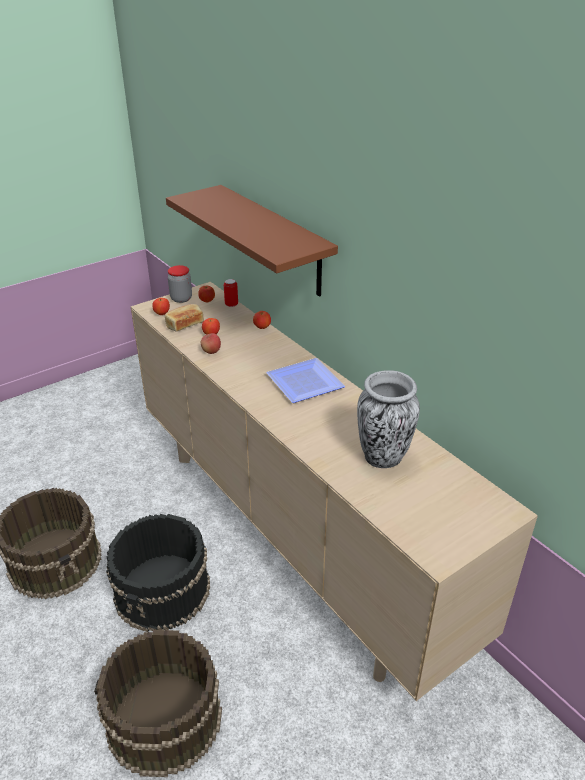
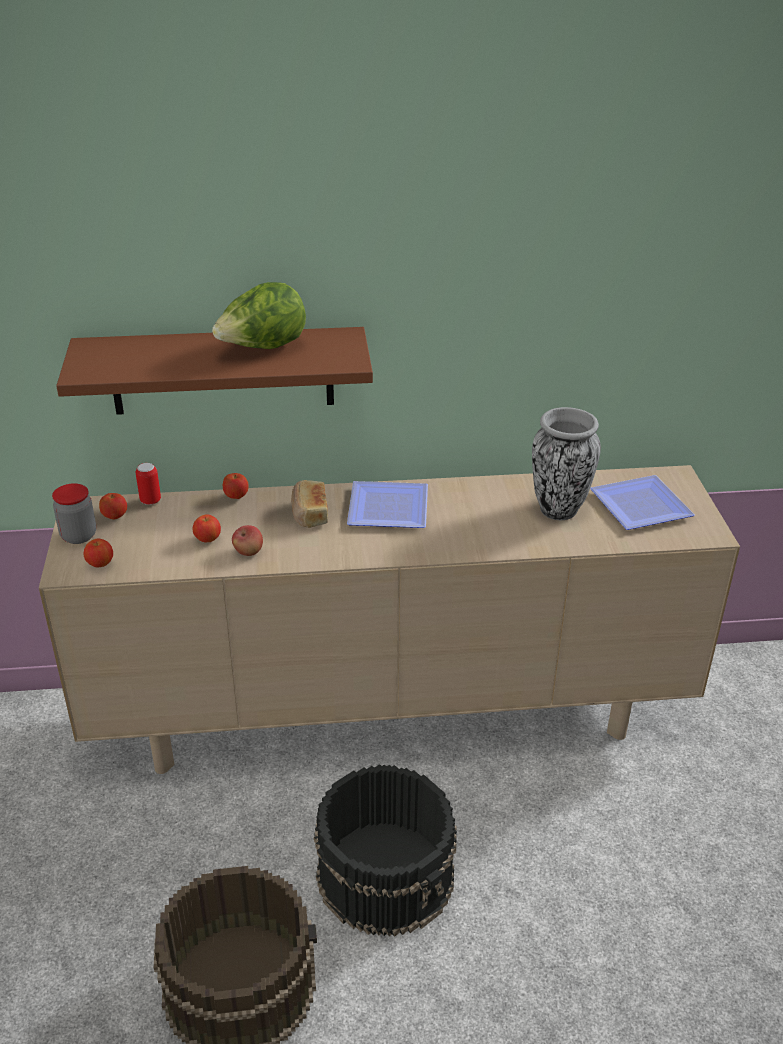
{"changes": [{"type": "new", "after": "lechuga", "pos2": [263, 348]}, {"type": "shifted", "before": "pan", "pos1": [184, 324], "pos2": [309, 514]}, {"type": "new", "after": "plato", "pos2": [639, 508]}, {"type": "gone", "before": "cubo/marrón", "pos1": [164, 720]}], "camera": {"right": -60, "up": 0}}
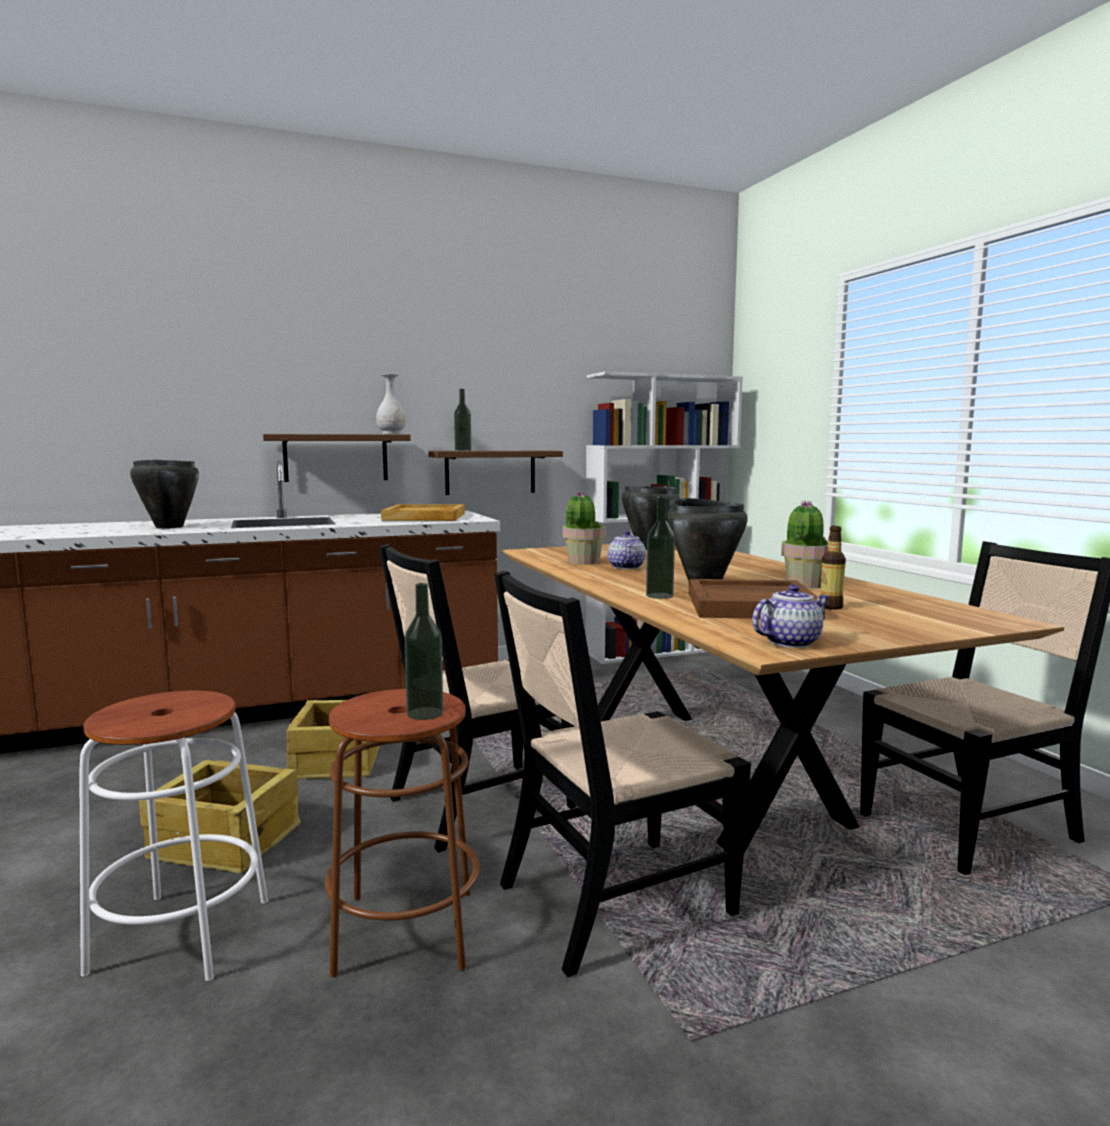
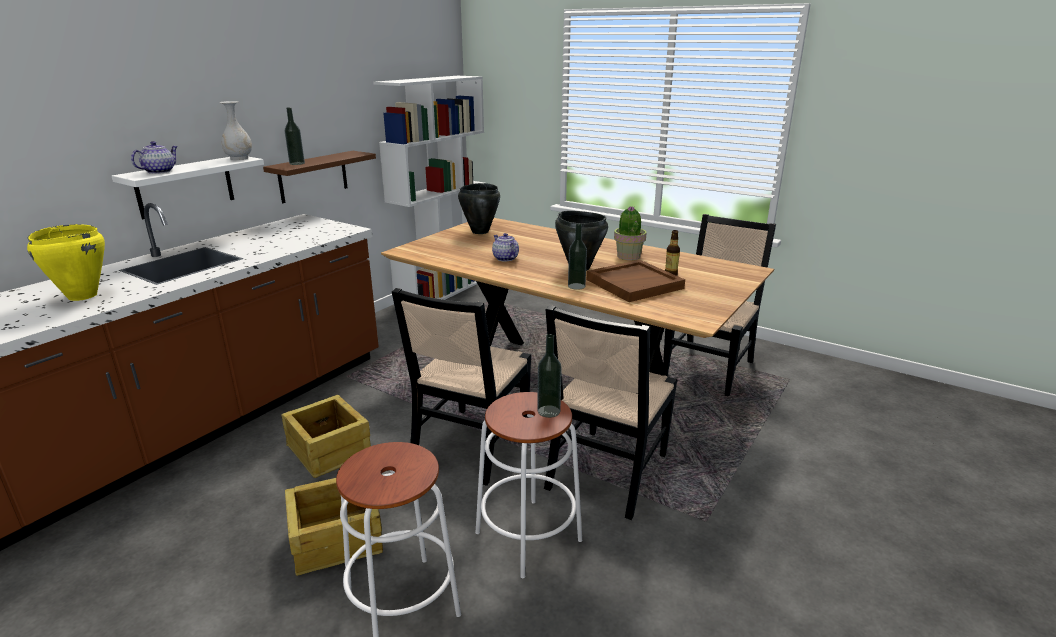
{"changes": [{"type": "repainted", "before": "olla/negro", "after": "olla/amarillo", "pos1": [168, 527], "pos2": [82, 296]}, {"type": "repainted", "before": "estante/marrón", "after": "estante/blanco", "pos1": [336, 457], "pos2": [185, 186]}, {"type": "shifted", "before": "tetera", "pos1": [790, 642], "pos2": [160, 171]}, {"type": "repainted", "before": "taburete/marrón", "after": "taburete/blanco", "pos1": [405, 931], "pos2": [528, 536]}, {"type": "gone", "before": "bandeja/beis", "pos1": [425, 517]}, {"type": "gone", "before": "planta en maceta", "pos1": [583, 562]}], "camera": {"right": -35, "up": 15}}
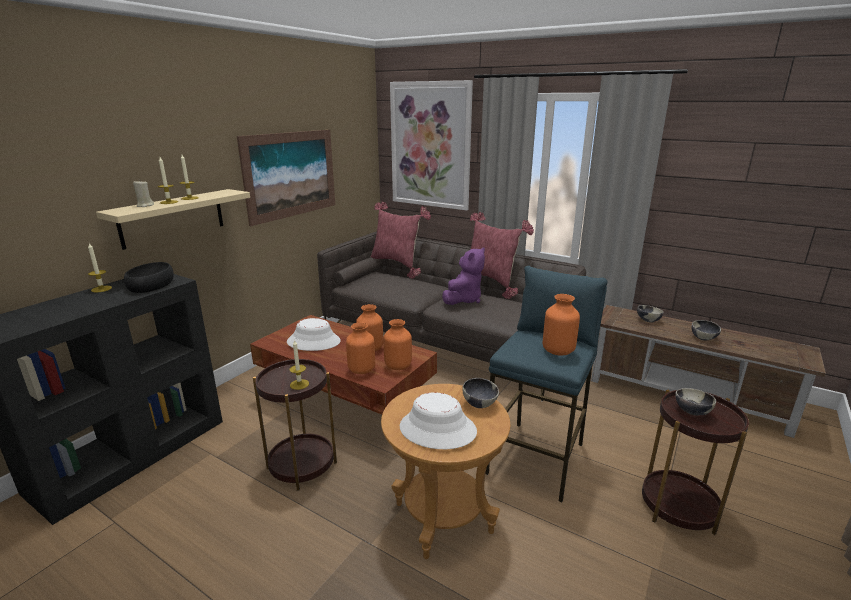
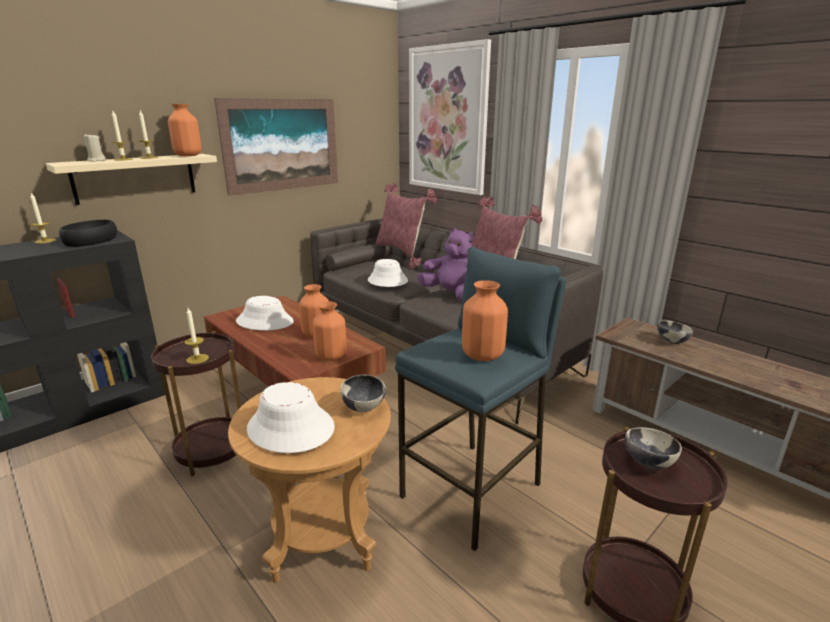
{"changes": [{"type": "shifted", "before": "florero/naranja", "pos1": [362, 370], "pos2": [188, 155]}, {"type": "new", "after": "sombrero/blanco", "pos2": [387, 281]}, {"type": "rotated", "before": "peluche/morado", "pos1": [464, 299], "pos2": [451, 295], "turn": -105}, {"type": "gone", "before": "cuenco", "pos1": [703, 338]}], "camera": {"right": 15, "up": 0}}
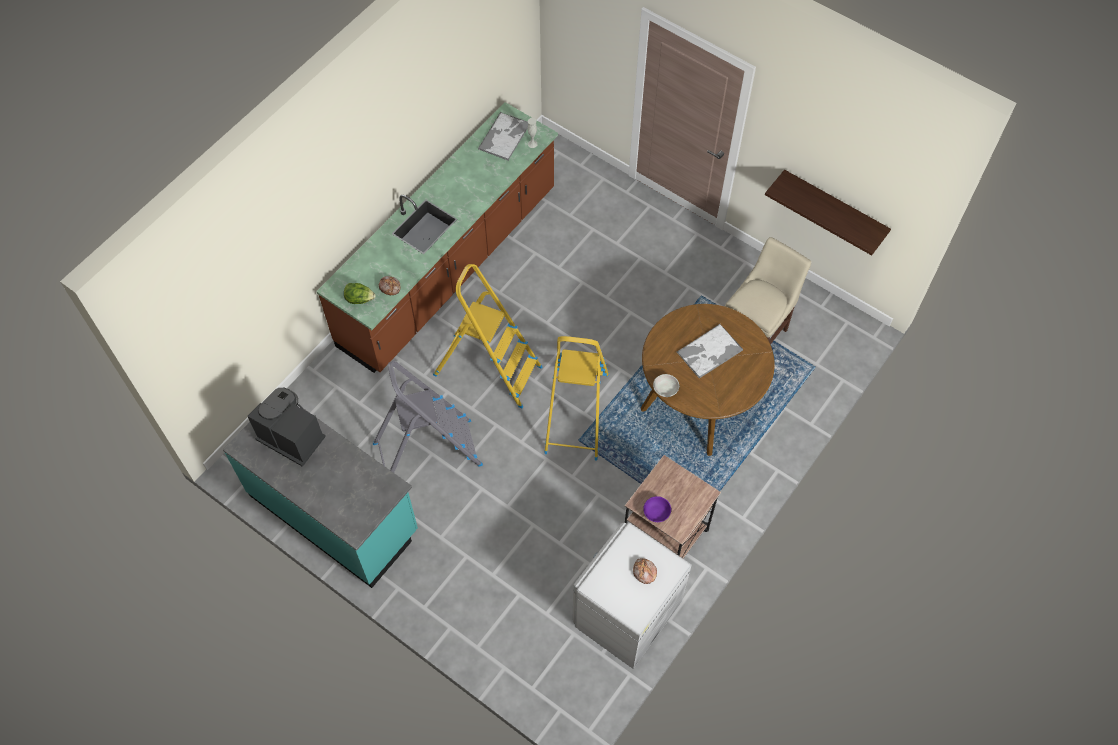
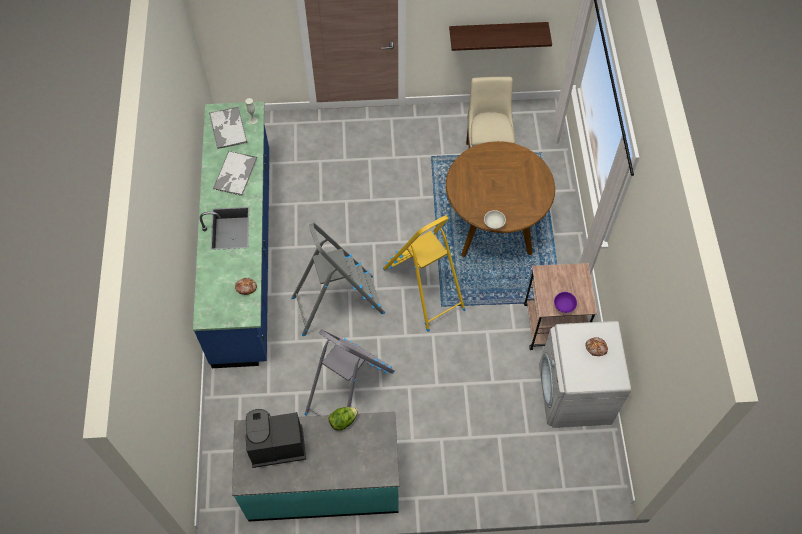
{"changes": [{"type": "repainted", "before": "mueble bajo de cocina/marrón", "after": "mueble bajo de cocina/azul", "pos1": [449, 268], "pos2": [244, 254]}, {"type": "shifted", "before": "bandeja", "pos1": [709, 352], "pos2": [235, 174]}, {"type": "repainted", "before": "escalera de tijera/amarillo", "after": "escalera de tijera/gris", "pos1": [488, 371], "pos2": [338, 305]}, {"type": "shifted", "before": "lechuga", "pos1": [359, 299], "pos2": [343, 421]}], "camera": {"right": -40, "up": 0}}
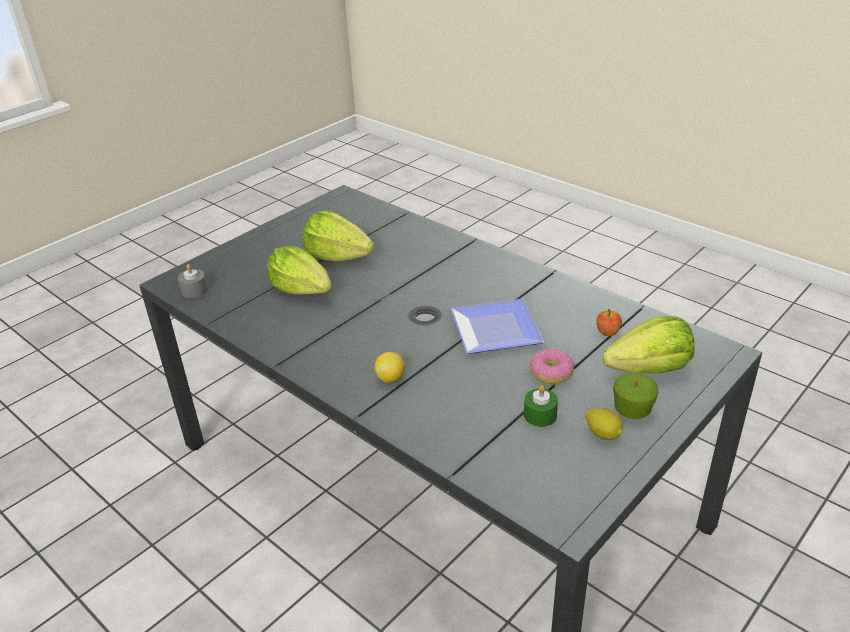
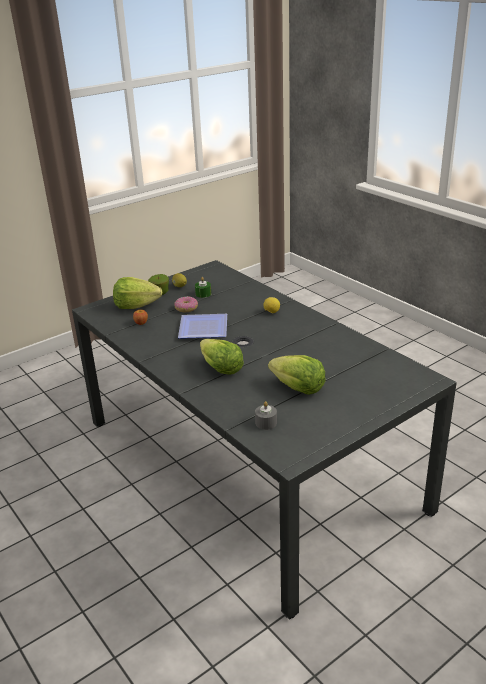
{"changes": [{"type": "shifted", "before": "lechuga", "pos1": [302, 289], "pos2": [220, 368]}, {"type": "shifted", "before": "vela/gris", "pos1": [194, 290], "pos2": [266, 422]}], "camera": {"right": -170, "up": -5}}
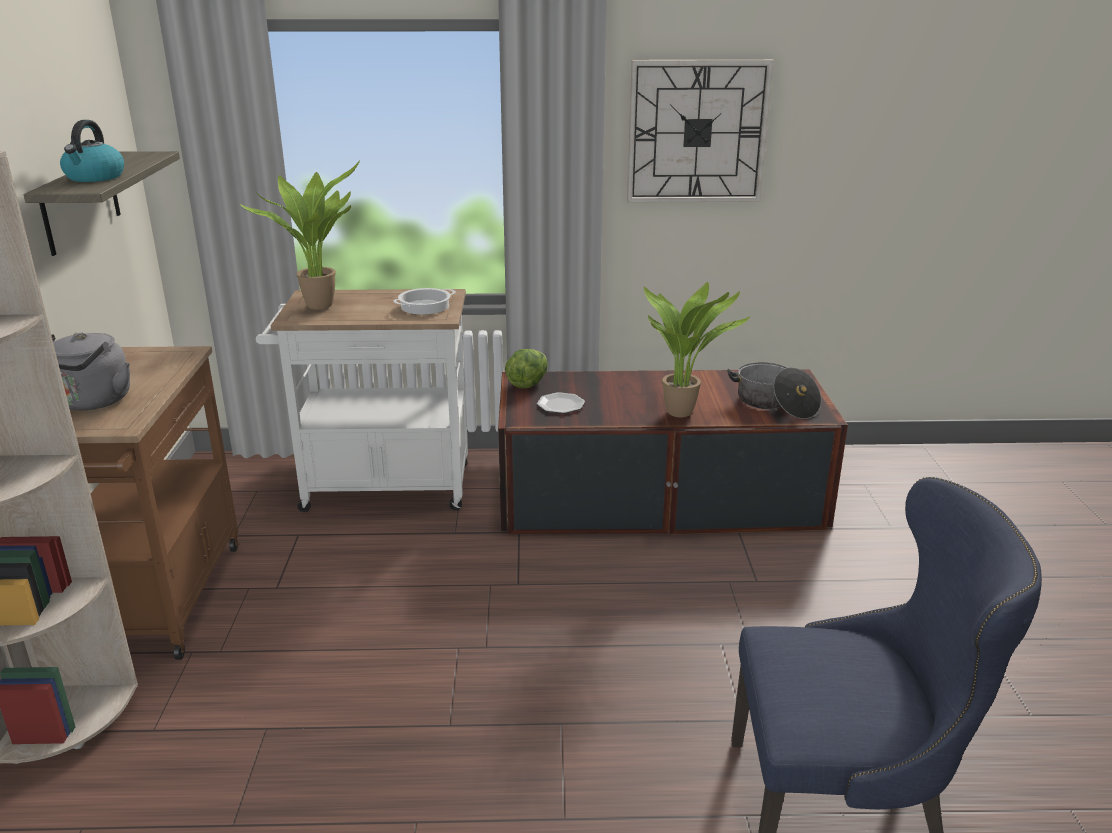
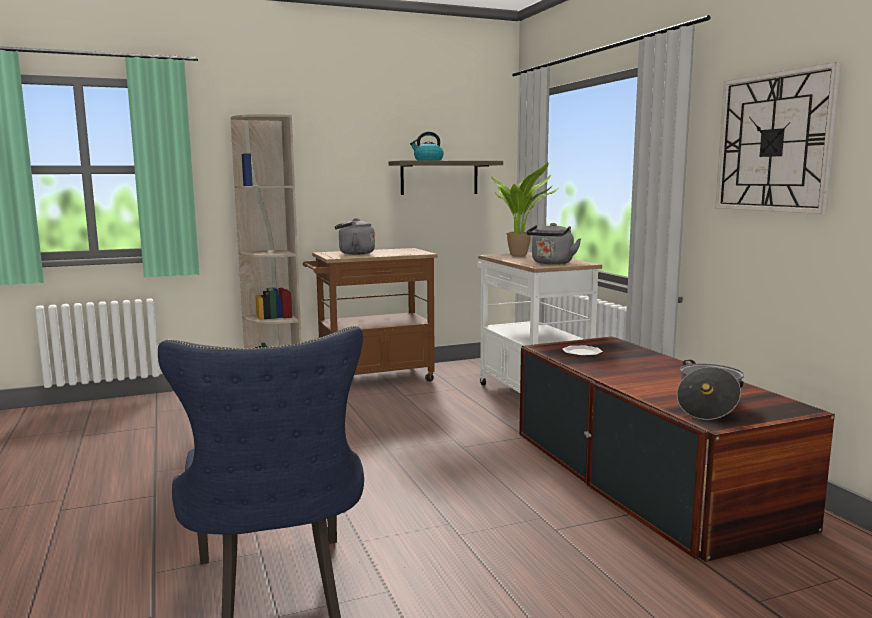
{"changes": [{"type": "swapped", "before": "olla", "after": "hervidor/gris", "pos1": [425, 307], "pos2": [551, 263]}, {"type": "gone", "before": "lechuga", "pos1": [528, 383]}, {"type": "gone", "before": "planta en maceta", "pos1": [684, 412]}], "camera": {"right": 70, "up": -15}}
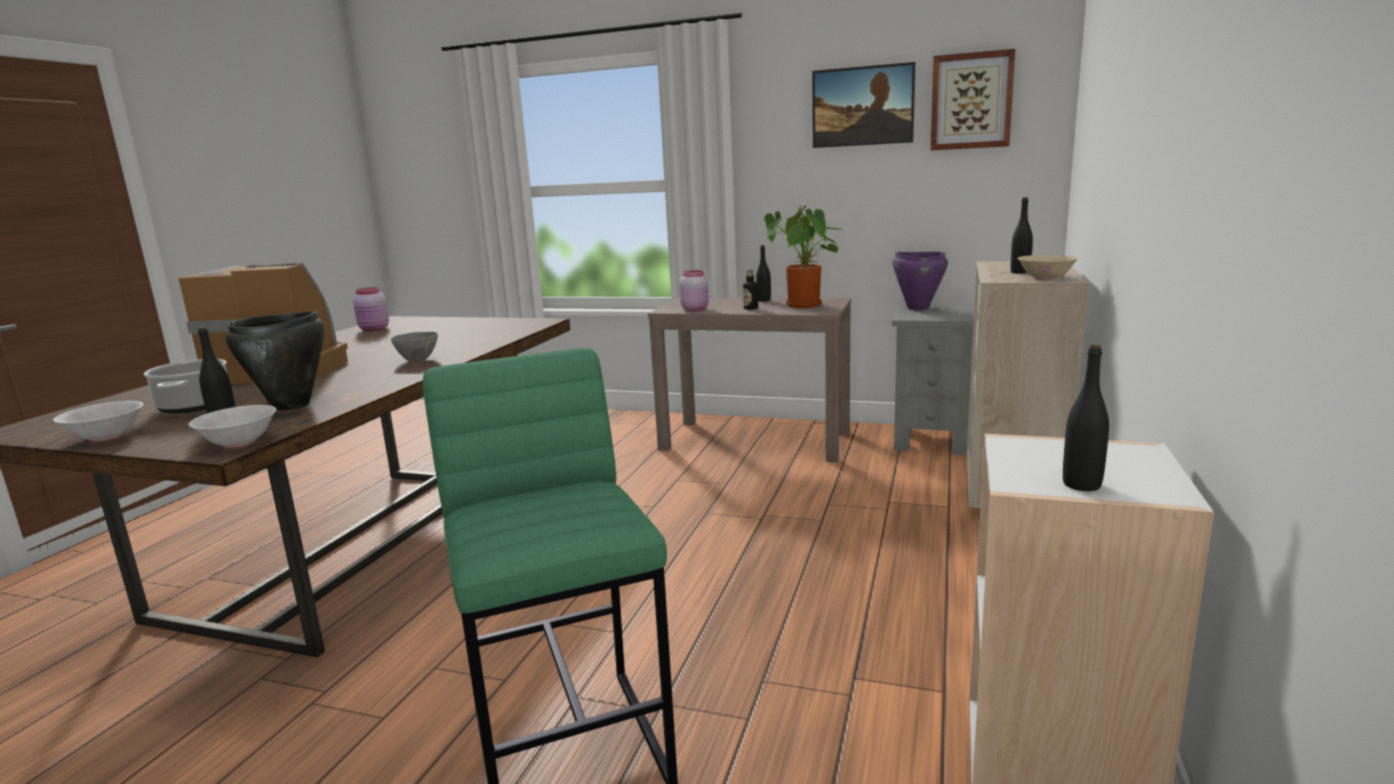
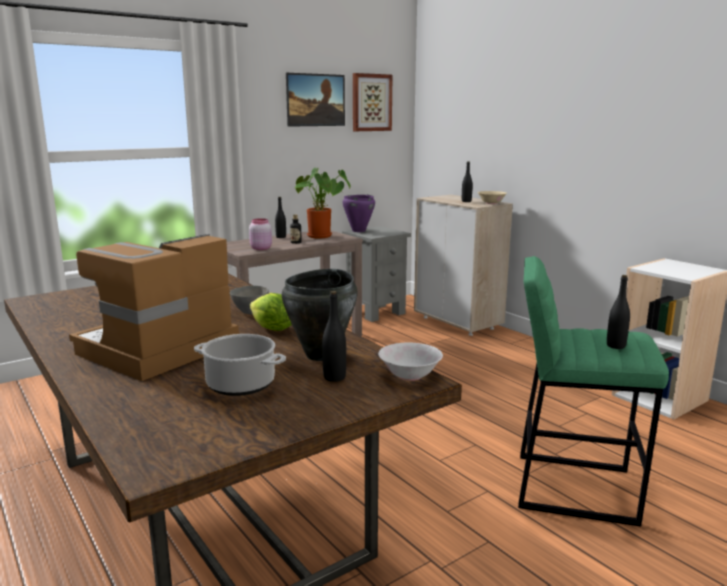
{"changes": [{"type": "new", "after": "lechuga", "pos2": [272, 329]}, {"type": "shifted", "before": "botella/negro", "pos1": [1081, 485], "pos2": [616, 346]}, {"type": "gone", "before": "cuenco/blanco", "pos1": [106, 437]}, {"type": "gone", "before": "tarro/rosa", "pos1": [374, 329]}], "camera": {"right": -55, "up": 0}}
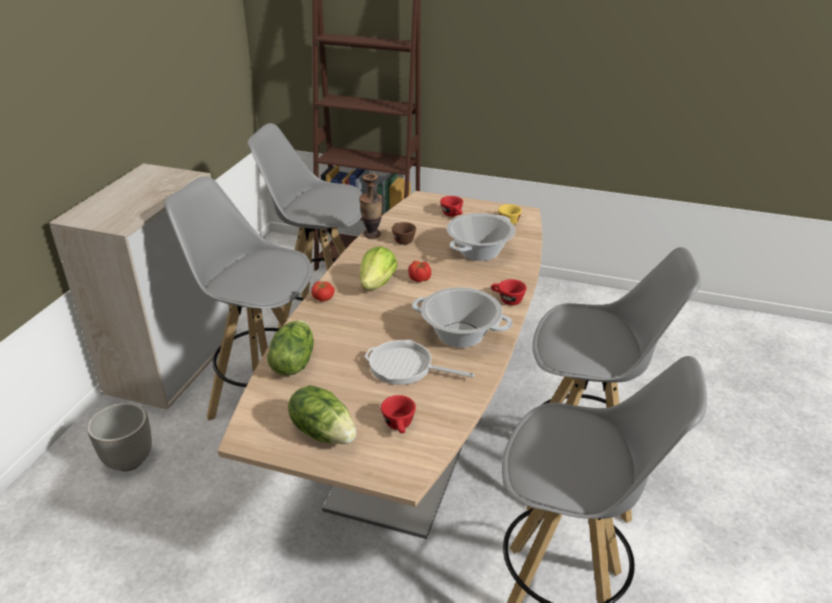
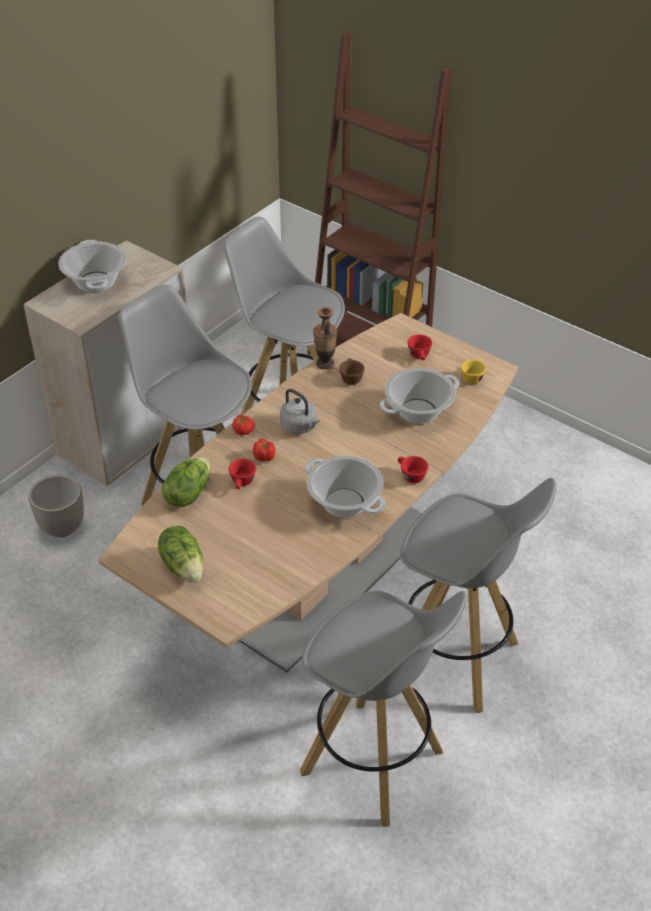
{"changes": [{"type": "new", "after": "olla", "pos2": [95, 282]}, {"type": "shifted", "before": "taza/rojo", "pos1": [399, 426], "pos2": [242, 483]}, {"type": "shifted", "before": "tomate", "pos1": [419, 279], "pos2": [264, 457]}, {"type": "swapped", "before": "lechuga", "after": "hervidor/gris", "pos1": [377, 284], "pos2": [300, 426]}, {"type": "gone", "before": "sartén", "pos1": [405, 367]}], "camera": {"right": 20, "up": 10}}
